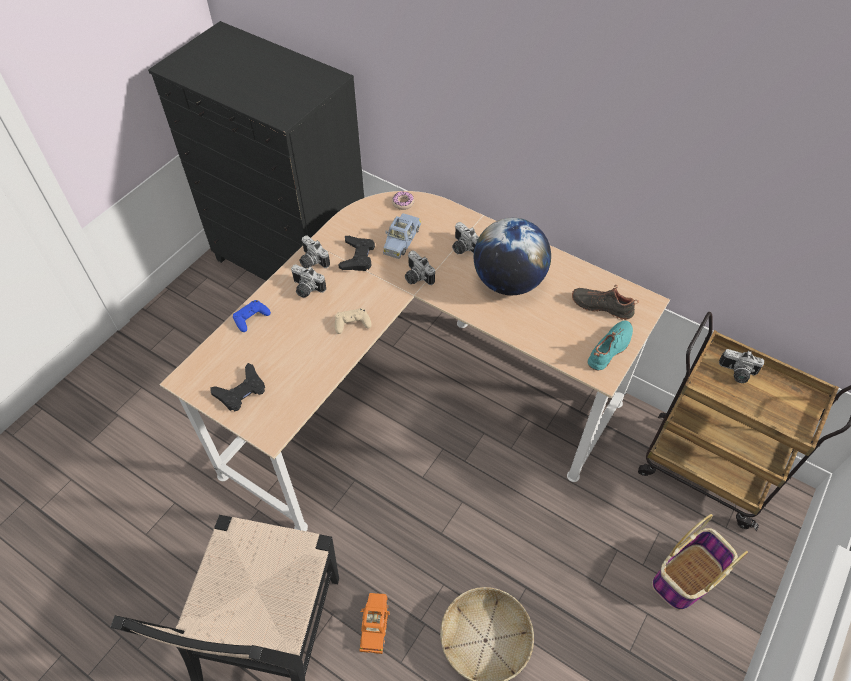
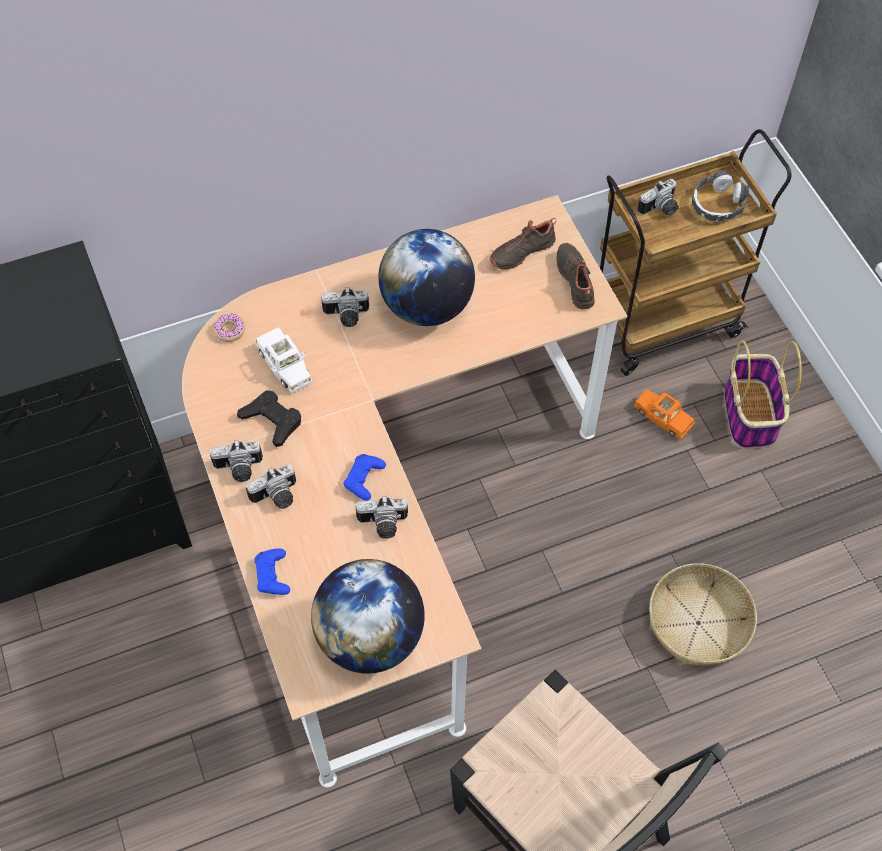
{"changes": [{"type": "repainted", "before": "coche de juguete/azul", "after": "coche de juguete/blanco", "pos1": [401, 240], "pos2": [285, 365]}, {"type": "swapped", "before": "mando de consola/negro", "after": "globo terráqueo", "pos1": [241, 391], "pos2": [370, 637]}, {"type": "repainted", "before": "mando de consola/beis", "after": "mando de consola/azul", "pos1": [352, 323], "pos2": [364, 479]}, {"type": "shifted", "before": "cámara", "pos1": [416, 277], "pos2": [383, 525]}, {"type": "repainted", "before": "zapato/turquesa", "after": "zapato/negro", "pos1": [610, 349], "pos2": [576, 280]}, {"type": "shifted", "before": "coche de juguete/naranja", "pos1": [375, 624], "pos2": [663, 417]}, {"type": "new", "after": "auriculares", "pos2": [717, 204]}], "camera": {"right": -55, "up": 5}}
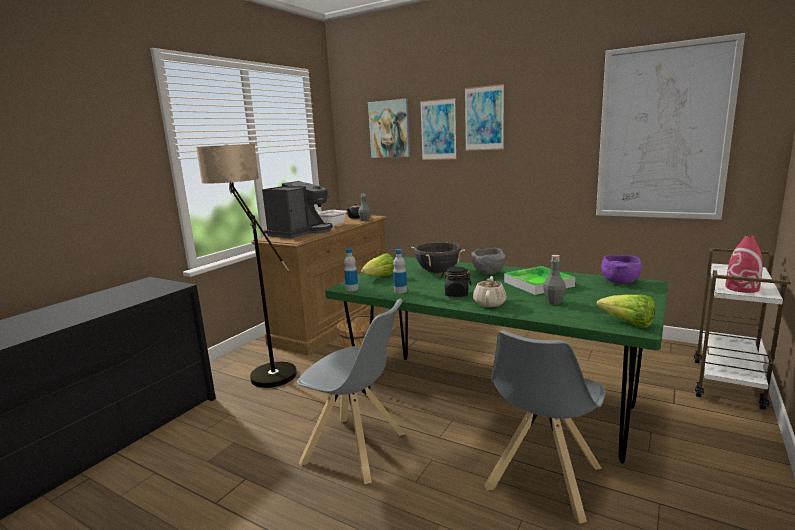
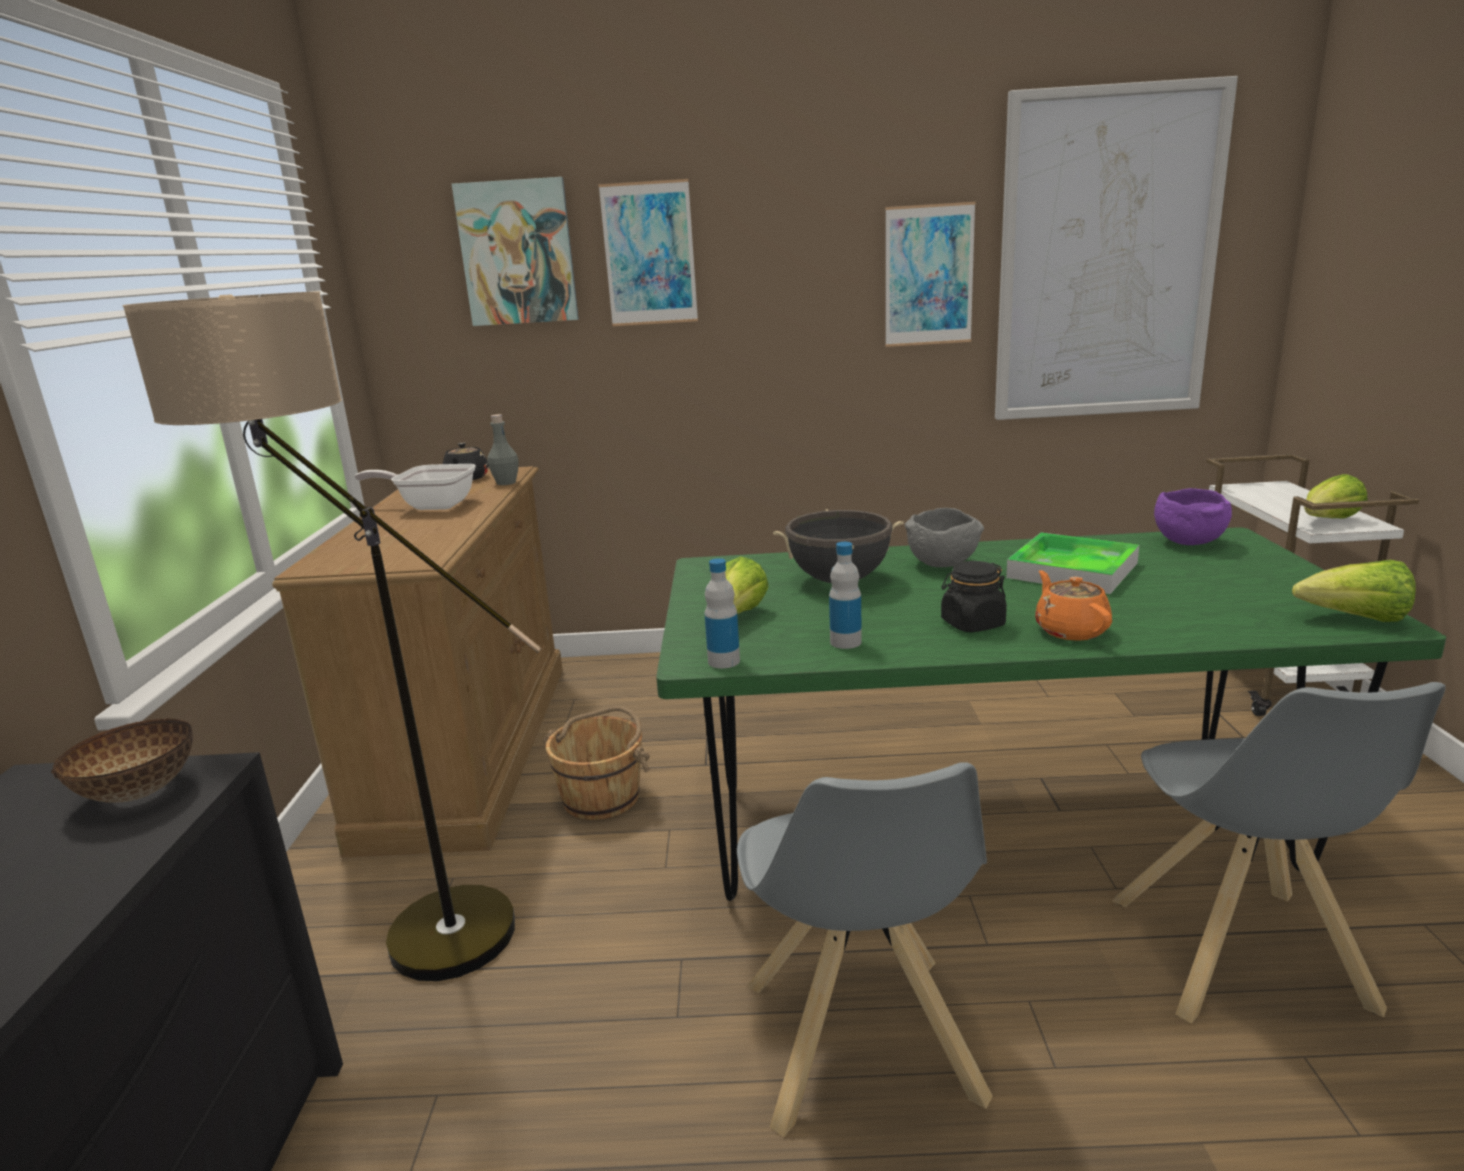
{"changes": [{"type": "new", "after": "cuenco", "pos2": [140, 791]}, {"type": "rotated", "before": "silla/gris", "pos1": [357, 449], "pos2": [861, 1046], "turn": 90}, {"type": "shifted", "before": "cuadro", "pos1": [484, 118], "pos2": [929, 276]}, {"type": "repainted", "before": "tetera/beis", "after": "tetera/naranja", "pos1": [489, 303], "pos2": [1070, 630]}, {"type": "swapped", "before": "florero/rojo", "after": "lechuga", "pos1": [742, 288], "pos2": [1328, 521]}, {"type": "gone", "before": "cafetera", "pos1": [300, 232]}, {"type": "gone", "before": "botella/gris", "pos1": [553, 302]}], "camera": {"right": -30, "up": 5}}
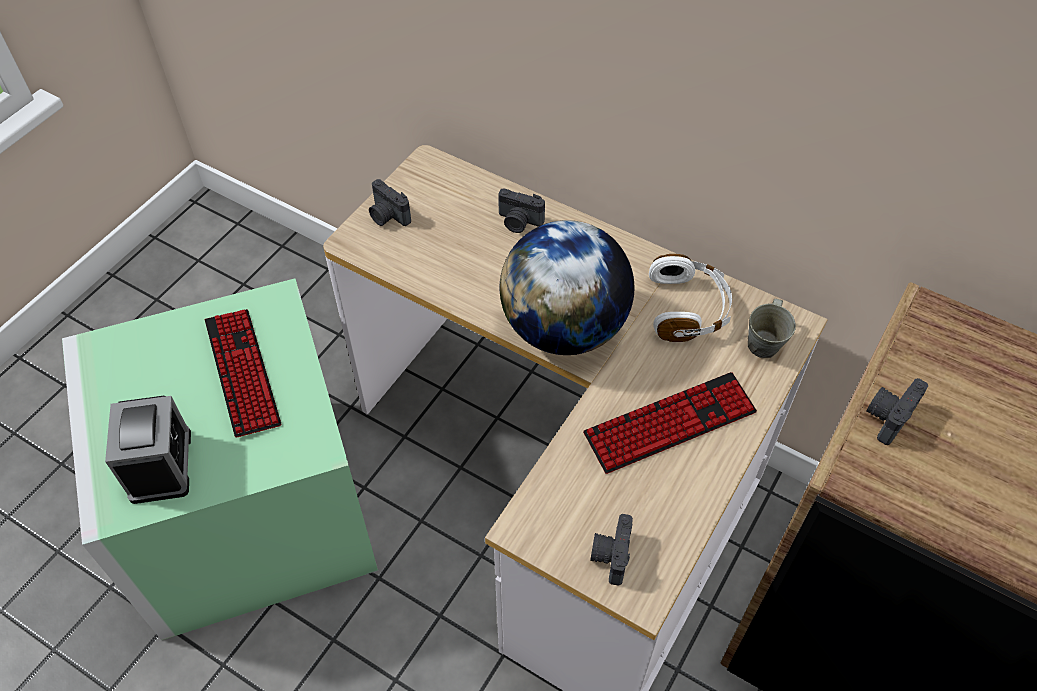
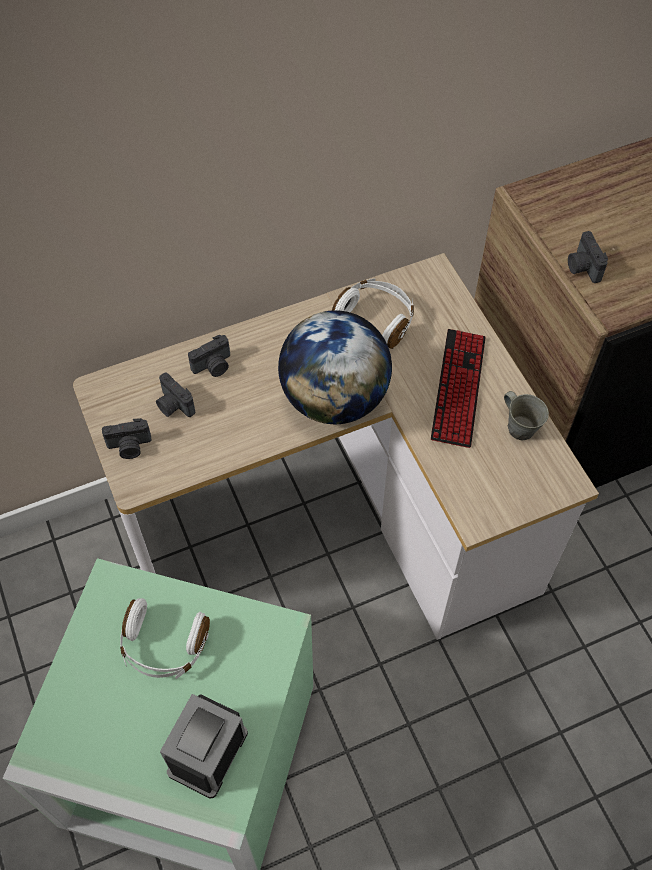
{"changes": [{"type": "swapped", "before": "teclado", "after": "auriculares/blanco", "pos1": [242, 372], "pos2": [163, 646]}, {"type": "shifted", "before": "cámara", "pos1": [610, 555], "pos2": [173, 406]}, {"type": "rotated", "before": "despertador", "pos1": [161, 465], "pos2": [208, 753], "turn": -90}, {"type": "shifted", "before": "taza grande/gris", "pos1": [764, 344], "pos2": [520, 427]}], "camera": {"right": -55, "up": 5}}
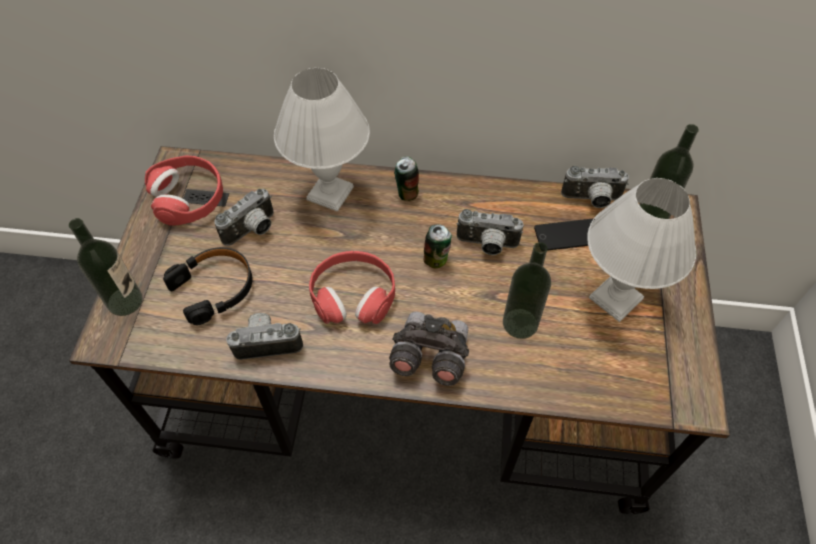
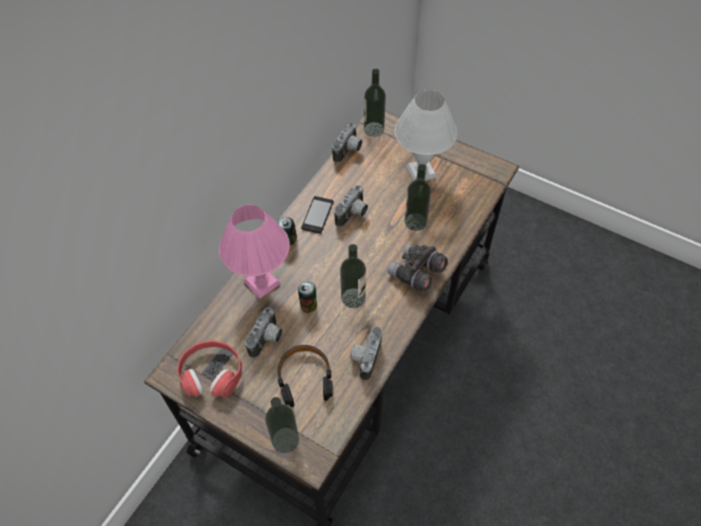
{"changes": [{"type": "repainted", "before": "lámpara de mesa/blanco", "after": "lámpara de mesa/rosa", "pos1": [330, 192], "pos2": [261, 282]}, {"type": "rotated", "before": "cámara", "pos1": [253, 231], "pos2": [268, 340], "turn": 45}, {"type": "shifted", "before": "lata", "pos1": [436, 259], "pos2": [308, 305]}, {"type": "shifted", "before": "móvil", "pos1": [568, 235], "pos2": [317, 215]}, {"type": "swapped", "before": "auriculares/rojo", "after": "botella", "pos1": [353, 295], "pos2": [353, 298]}], "camera": {"right": -65, "up": 0}}
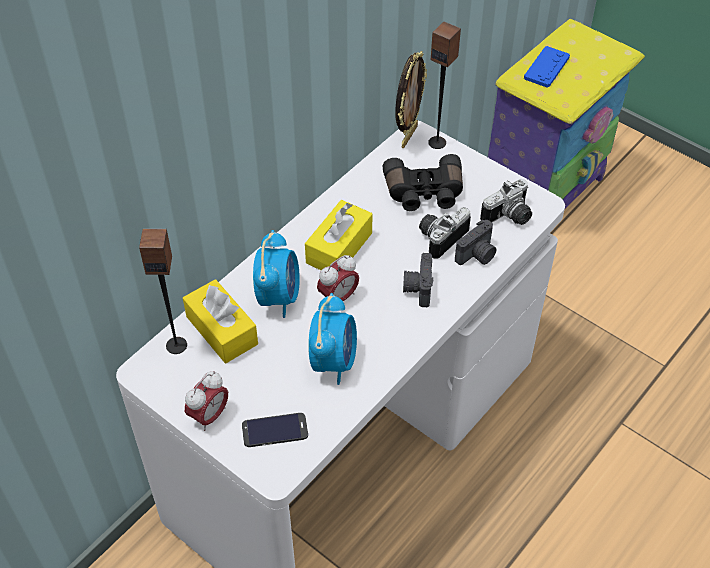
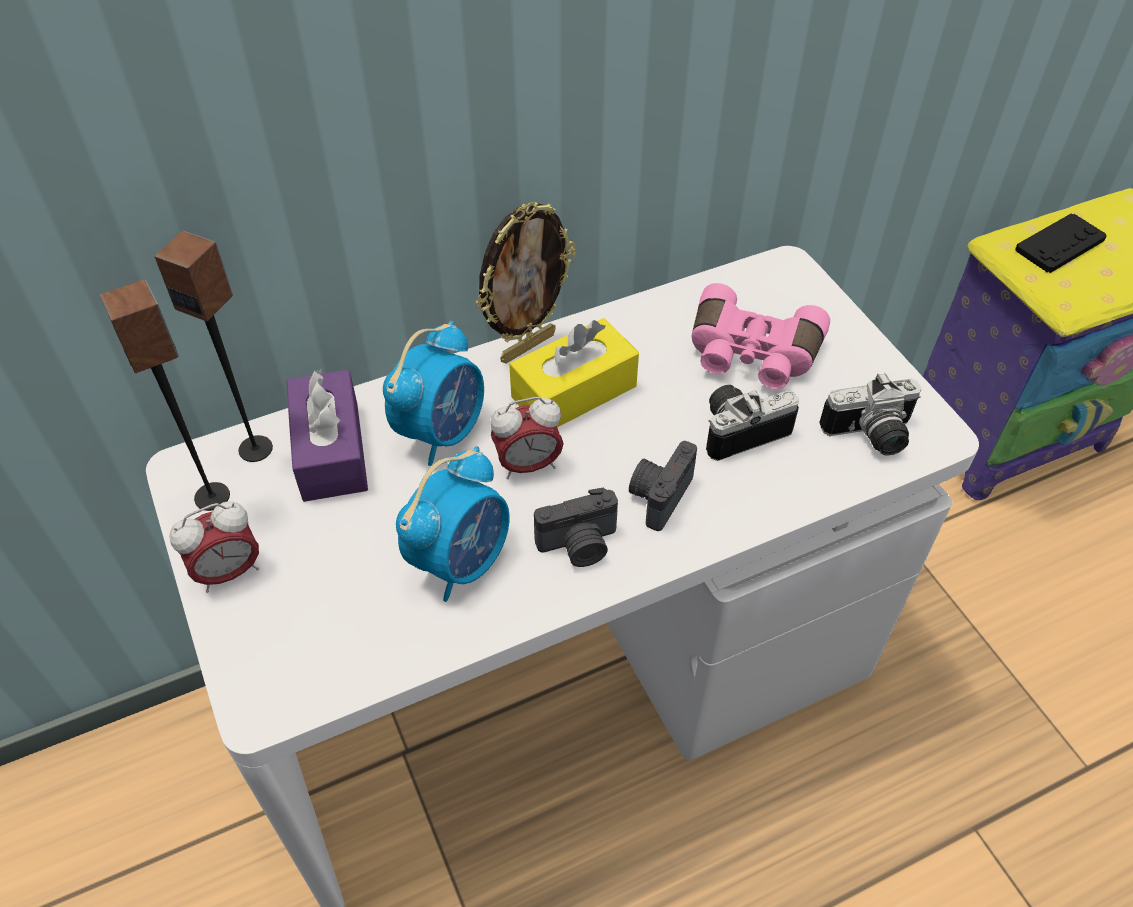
{"changes": [{"type": "shifted", "before": "altavoz", "pos1": [437, 142], "pos2": [213, 496]}, {"type": "repainted", "before": "caja de pañuelos/amarillo", "after": "caja de pañuelos/morado", "pos1": [222, 330], "pos2": [331, 451]}, {"type": "shifted", "before": "portarretratos", "pos1": [408, 136], "pos2": [527, 346]}, {"type": "shifted", "before": "cámara", "pos1": [477, 255], "pos2": [579, 545]}, {"type": "repainted", "before": "prismáticos/negro", "after": "prismáticos/rosa", "pos1": [424, 193], "pos2": [751, 355]}, {"type": "repainted", "before": "mando de consola/azul", "after": "mando de consola/negro", "pos1": [546, 68], "pos2": [1059, 245]}, {"type": "gone", "before": "móvil", "pos1": [275, 430]}], "camera": {"right": 25, "up": 0}}
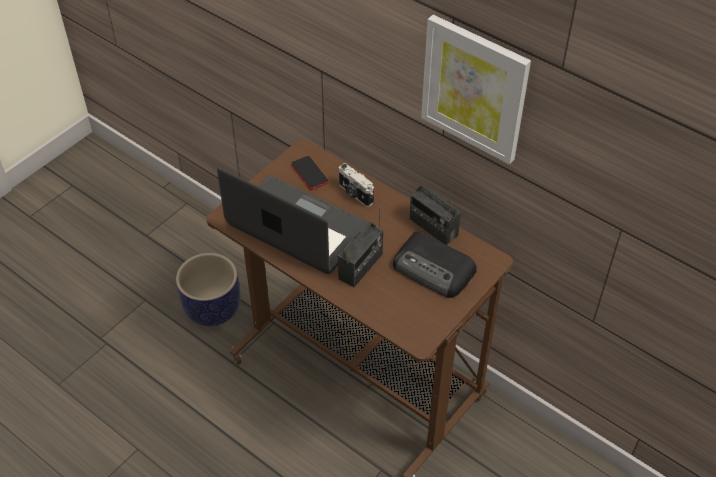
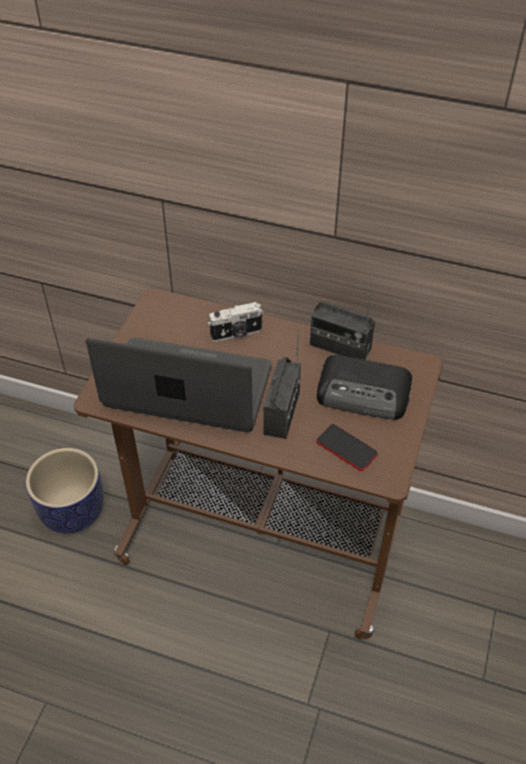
{"changes": [{"type": "rotated", "before": "cámara", "pos1": [355, 194], "pos2": [236, 334], "turn": -45}, {"type": "shifted", "before": "móvil", "pos1": [309, 173], "pos2": [346, 448]}, {"type": "gone", "before": "cuadro", "pos1": [474, 88]}], "camera": {"right": -20, "up": 0}}
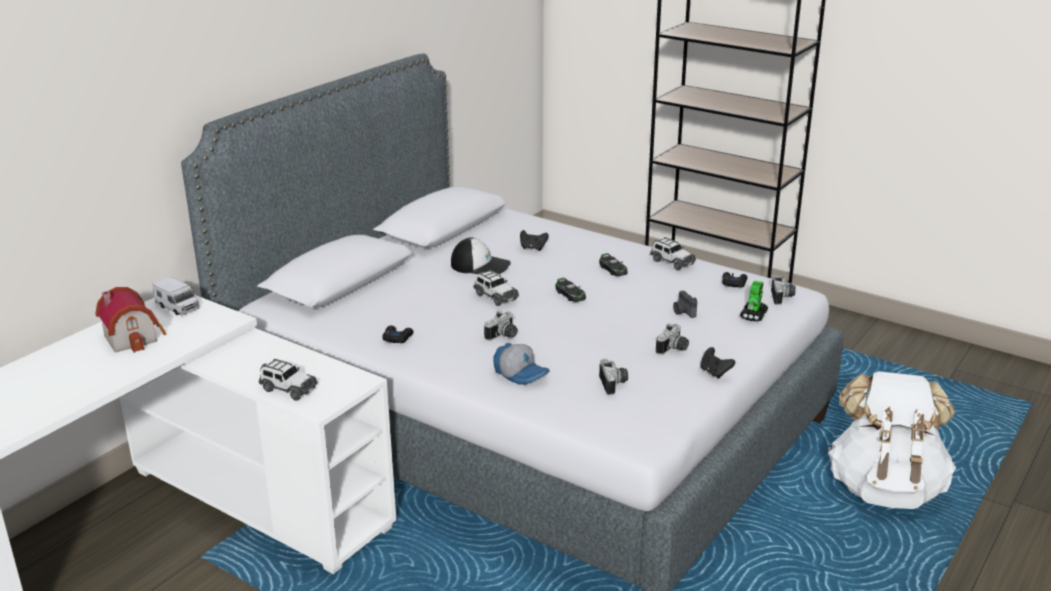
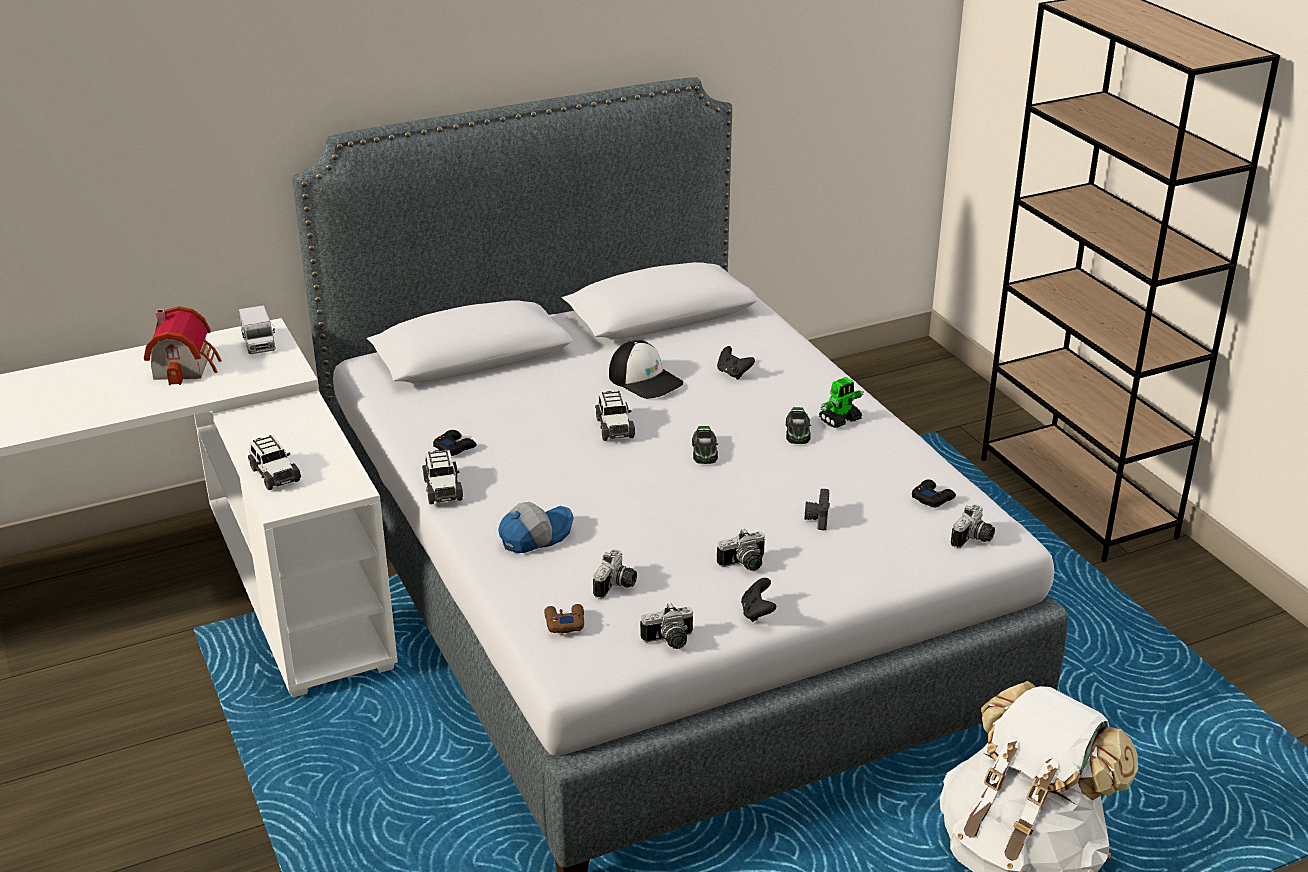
{"changes": [{"type": "shifted", "before": "coche de juguete", "pos1": [672, 262], "pos2": [442, 489]}, {"type": "rotated", "before": "gorra", "pos1": [521, 373], "pos2": [535, 536], "turn": -105}, {"type": "new", "after": "mando de consola/marrón", "pos2": [564, 622]}, {"type": "shifted", "before": "cámara", "pos1": [503, 336], "pos2": [669, 641]}, {"type": "shifted", "before": "robot de juguete", "pos1": [753, 315], "pos2": [840, 420]}], "camera": {"right": 30, "up": 5}}
